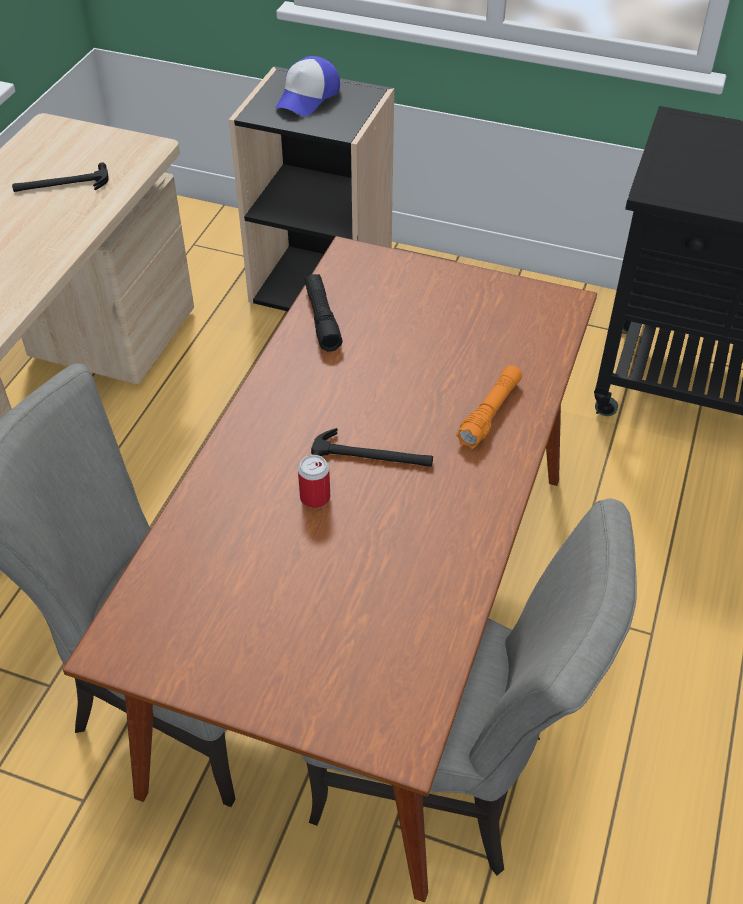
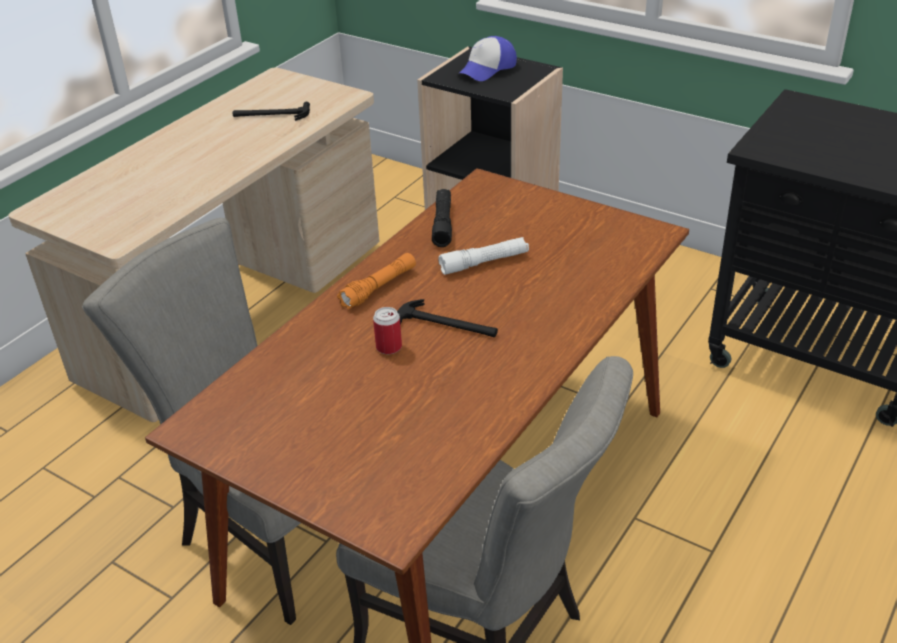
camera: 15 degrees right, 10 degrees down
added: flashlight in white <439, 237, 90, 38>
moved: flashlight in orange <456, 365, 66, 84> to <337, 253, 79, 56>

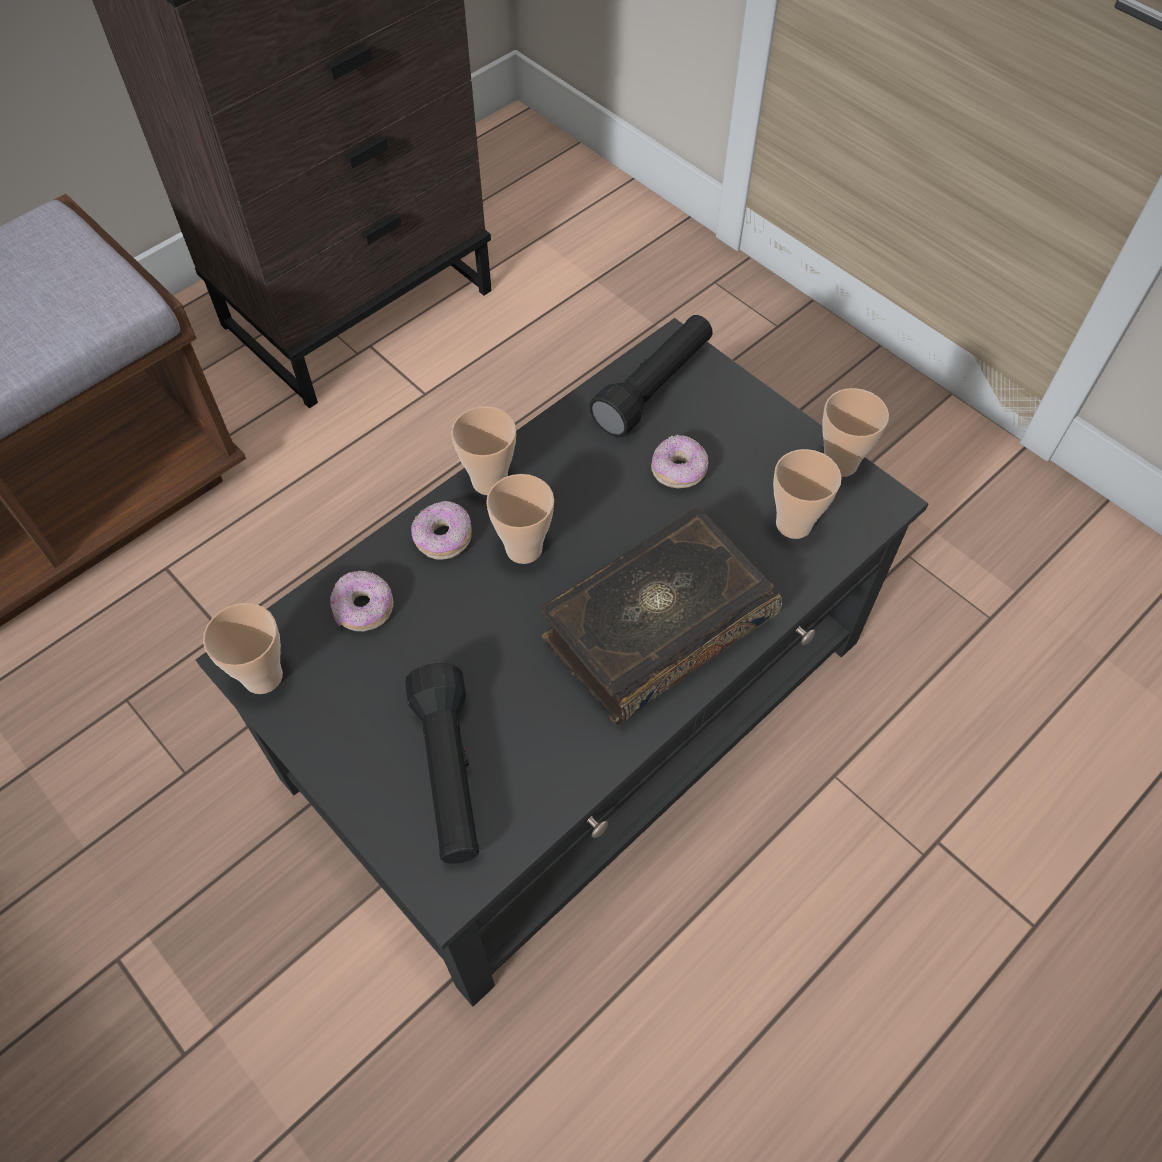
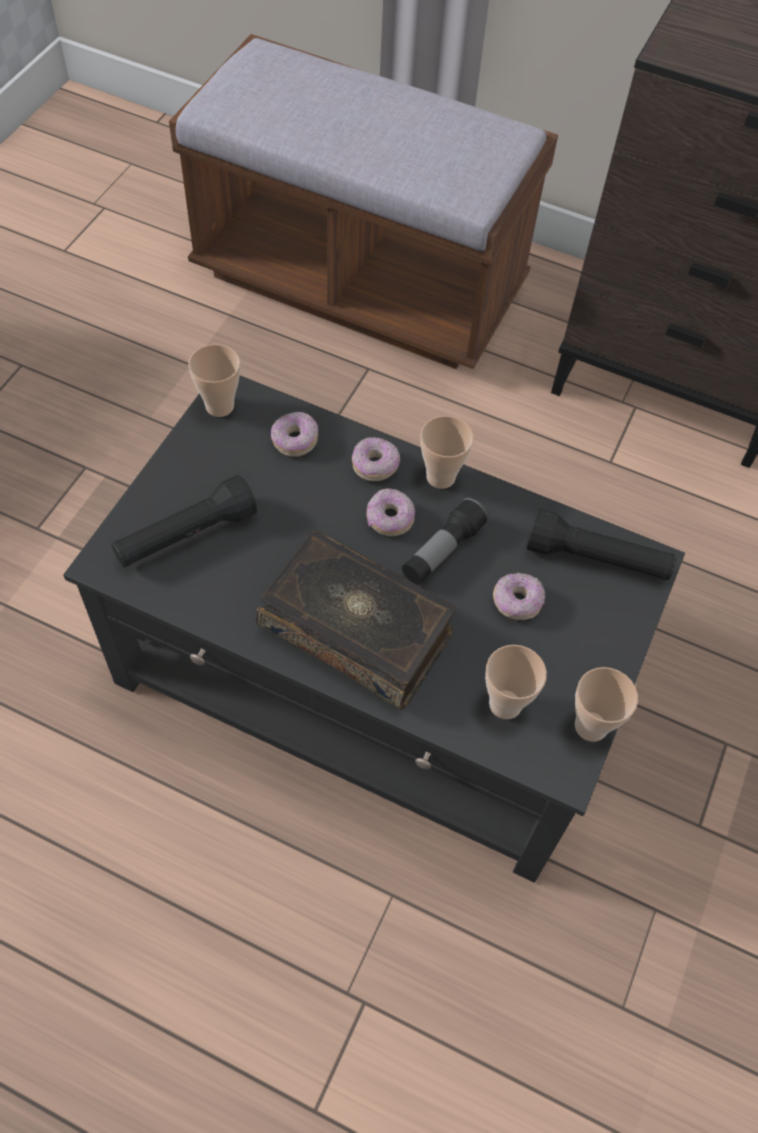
camera: 65 degrees right, 0 degrees up
added: flashlight <402, 497, 87, 88>
replaced: cup <486, 474, 68, 90> to donut <366, 488, 49, 48>

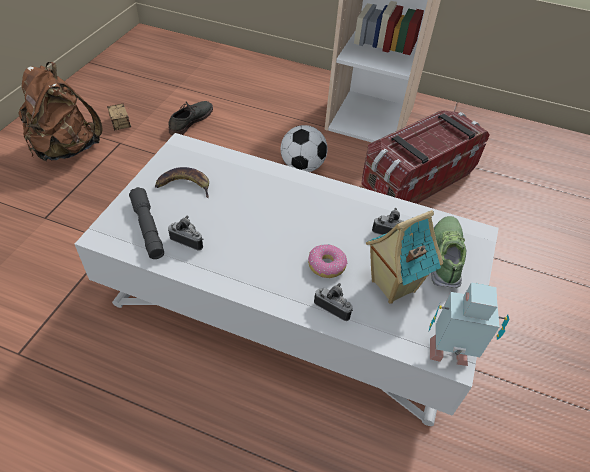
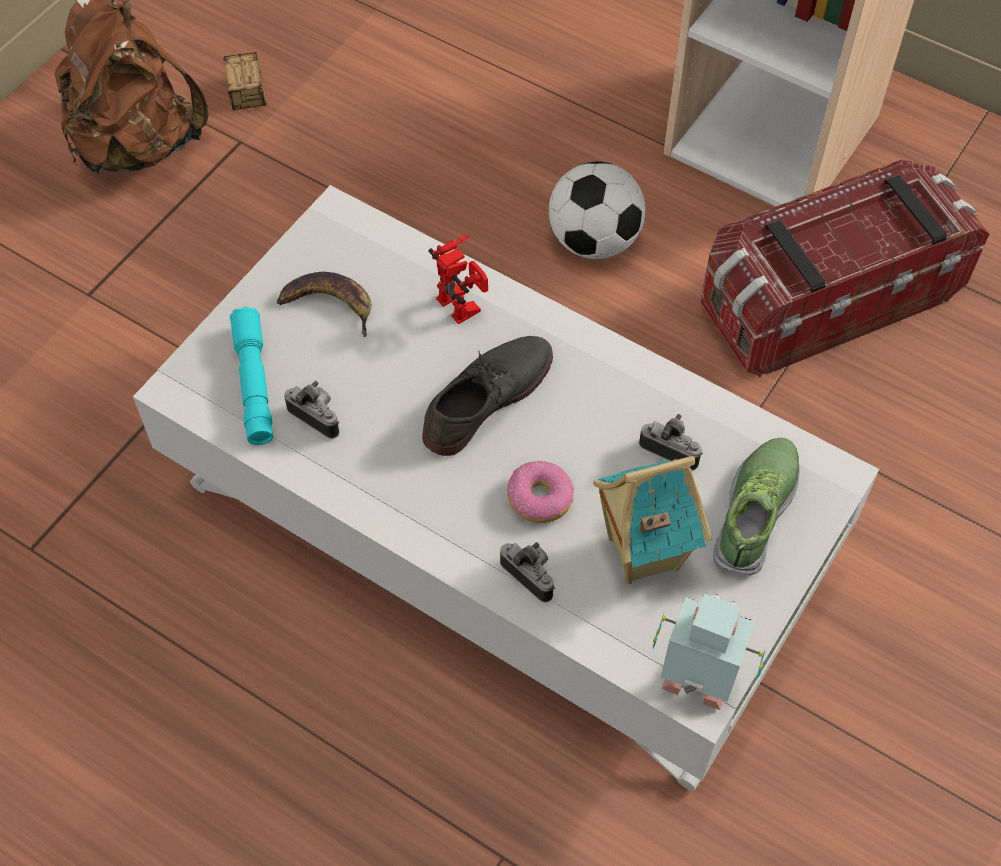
camera: 15 degrees right, 10 degrees up
added: toy robot <428, 235, 60, 89>
moved: shoe in grey <169, 101, 44, 34> to <422, 336, 131, 120>
recoloured: flashlight in grey <129, 187, 35, 72> to flashlight in turquoise <230, 307, 43, 138>

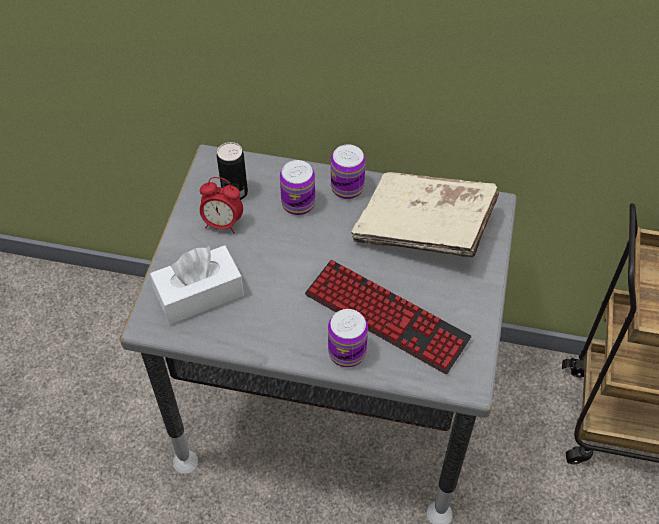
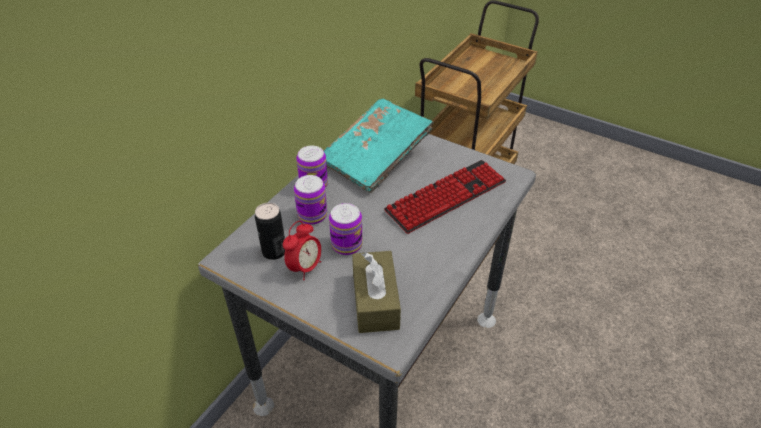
camera: 70 degrees left, 10 degrees down
moved: can <328, 309, 40, 58> to <329, 203, 34, 52>
recoloured: book in beige <352, 172, 147, 86> to book in turquoise <324, 99, 110, 94>; tissue box in white <150, 245, 94, 79> to tissue box in brown <352, 251, 49, 82>

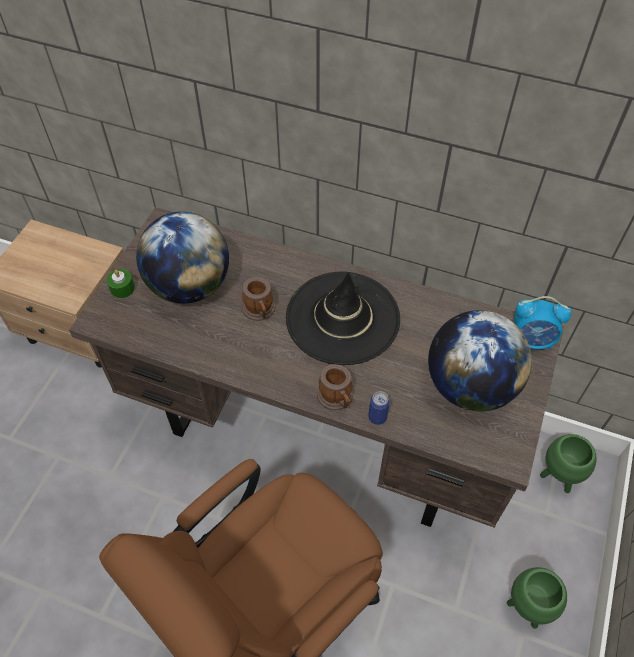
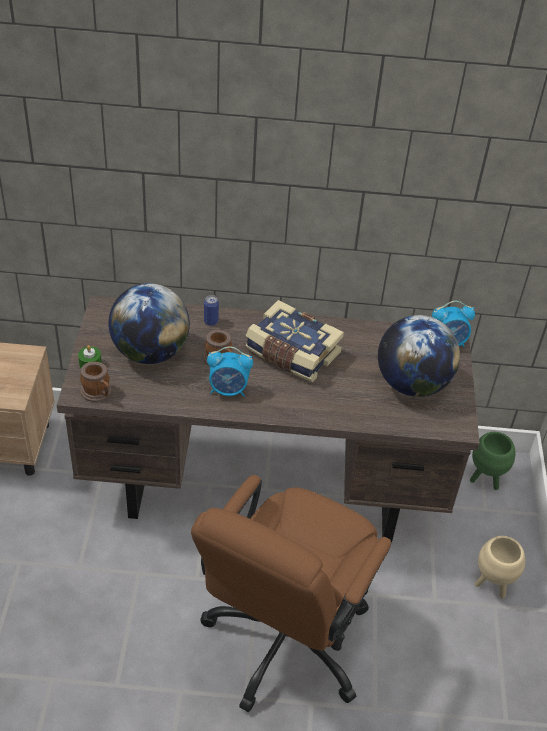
camera: 20 degrees left, 10 degrees down
added: alarm clock <207, 346, 46, 51>
moved: mug <317, 364, 36, 46> to <80, 362, 31, 40>; can <368, 391, 22, 34> to <204, 295, 15, 31>
replaced: hat in black <286, 271, 114, 94> to book <245, 300, 99, 83>
recoloured: planter in green <507, 567, 60, 62> to planter in beige <475, 536, 50, 63>

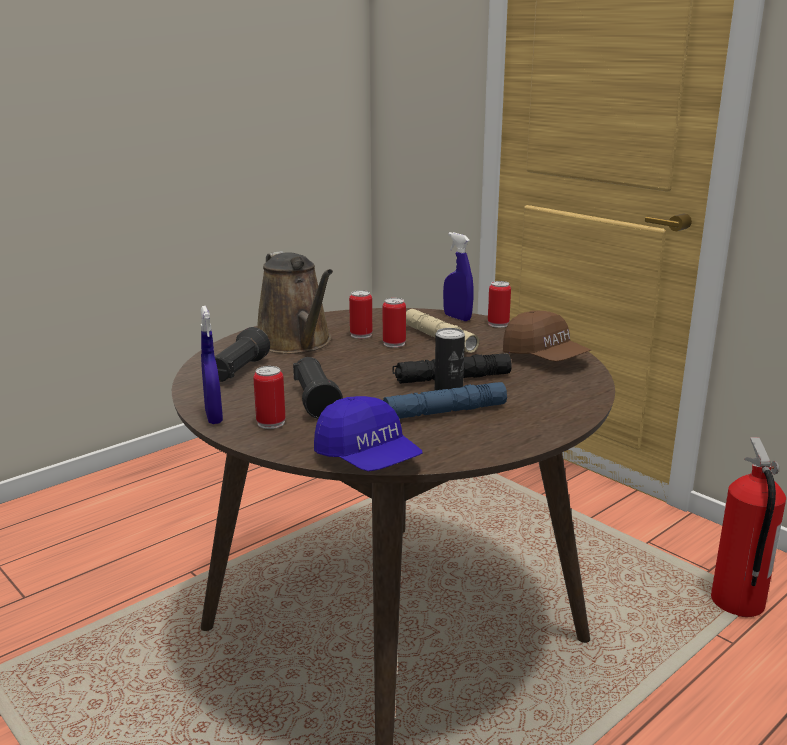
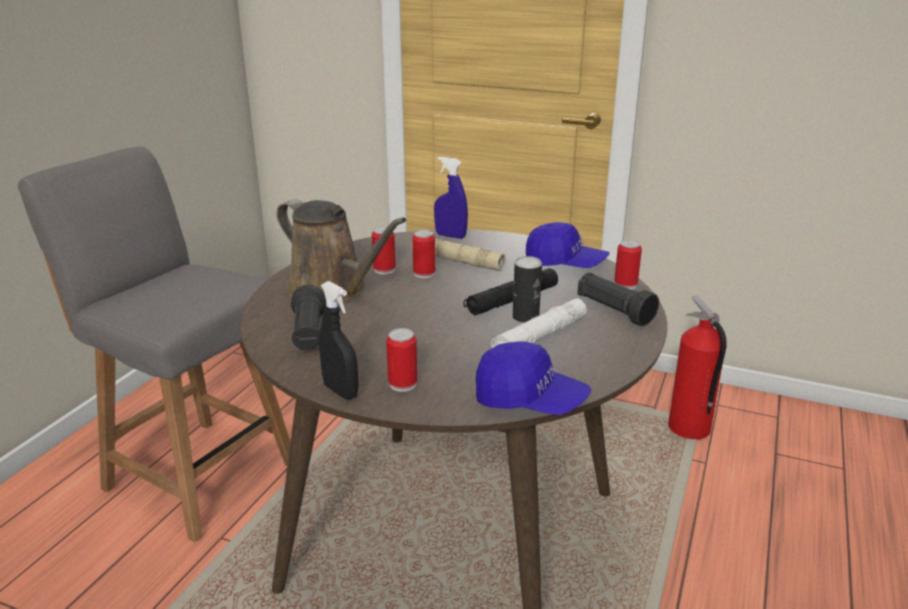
camera: 25 degrees left, 5 degrees up
added: chair in grey <18, 147, 273, 395>
moved: can <488, 281, 23, 47> to <614, 240, 28, 50>; flashlight in black <293, 357, 50, 62> to <577, 272, 82, 54>
recoloured: spray bottle in blue <201, 306, 22, 118> to spray bottle in black <319, 281, 39, 118>; cap in brown <503, 311, 88, 51> to cap in blue <526, 222, 83, 46>; flashlight in blue <382, 382, 125, 37> to flashlight in white <491, 299, 96, 49>

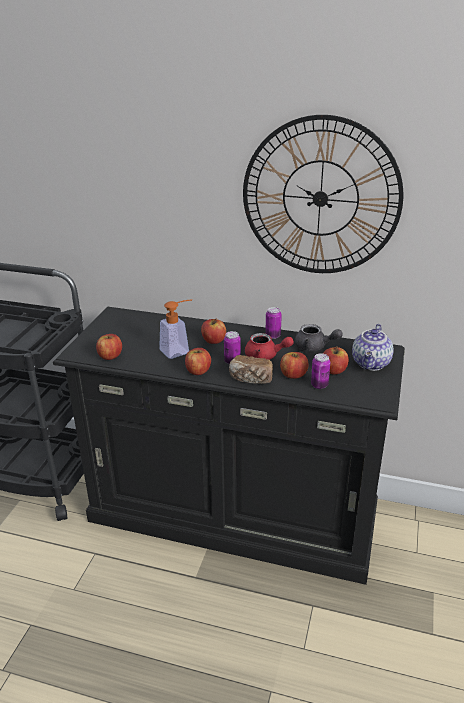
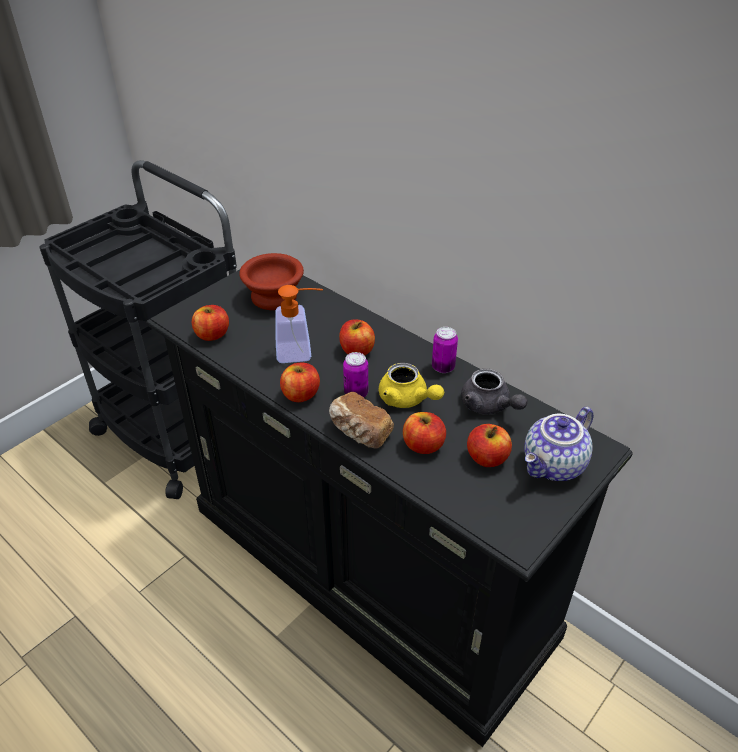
camera: 25 degrees right, 10 degrees up
removed: wall clock <243, 115, 160, 158>; can <311, 353, 19, 36>
added: bowl in brown <239, 253, 65, 57>
recoloured: teapot in red <245, 333, 49, 27> to teapot in yellow <379, 363, 65, 45>

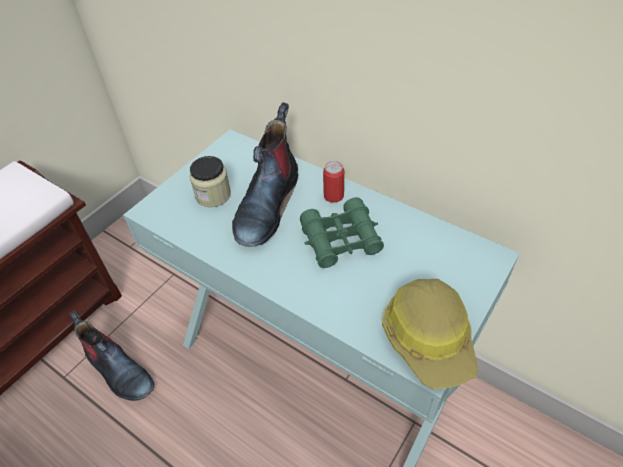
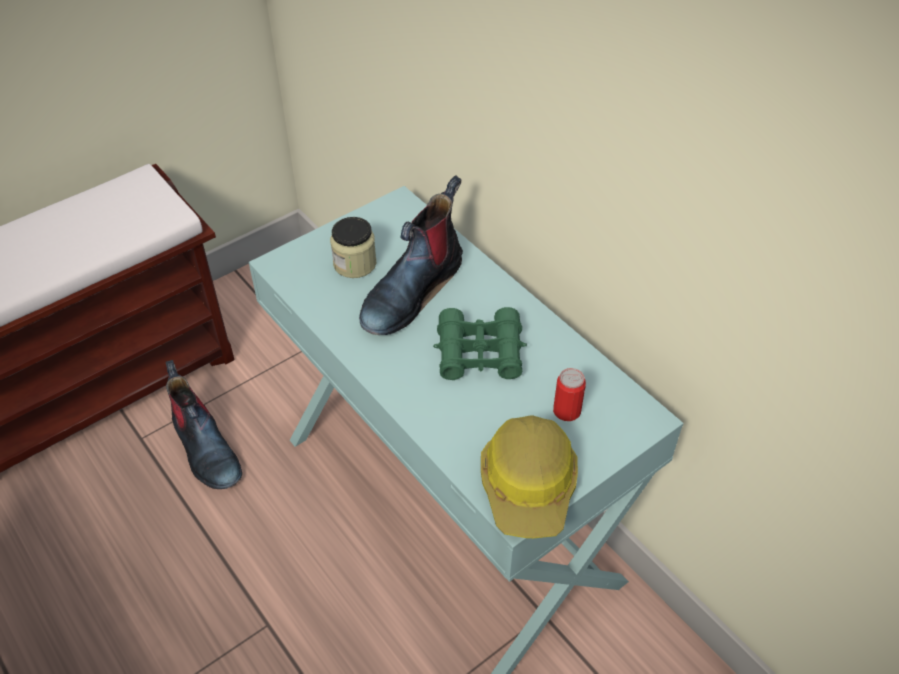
camera: 15 degrees right, 0 degrees up
moved: can <323, 161, 21, 42> to <553, 368, 33, 53>

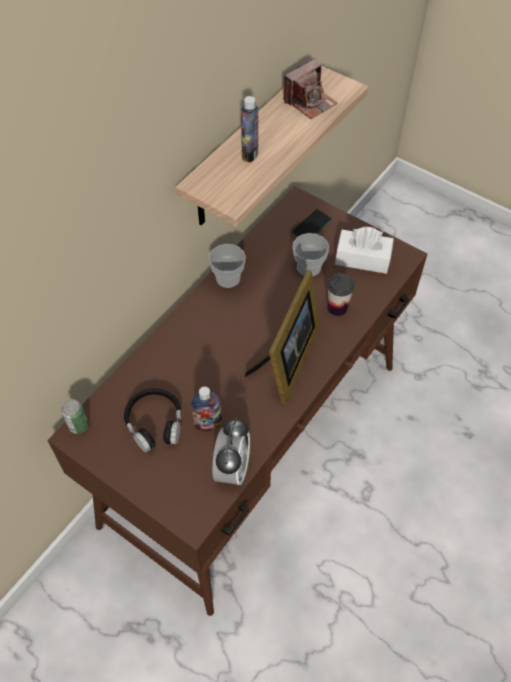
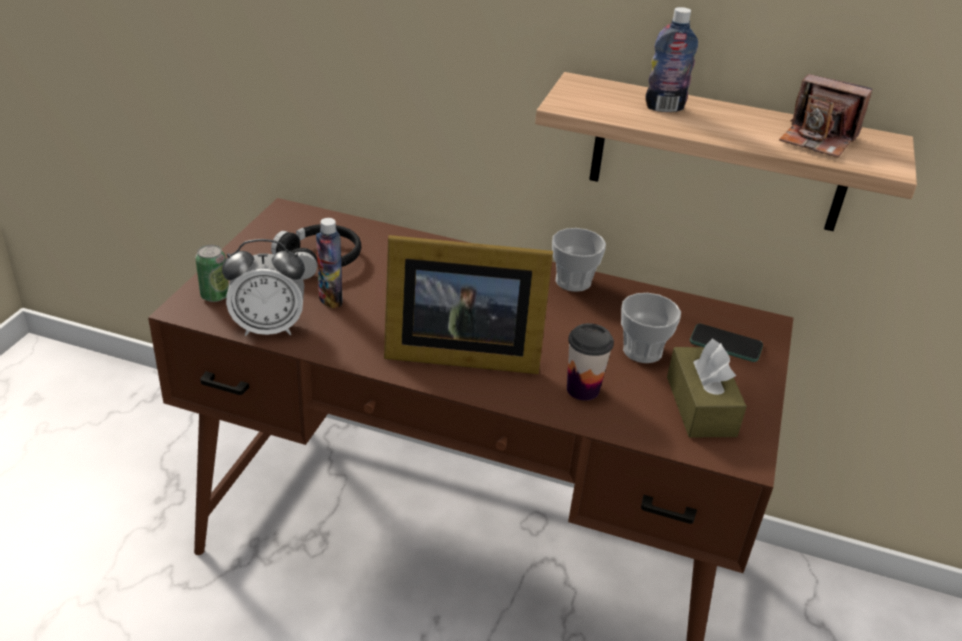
camera: 70 degrees right, 20 degrees down
moved: can <61, 399, 28, 35> to <195, 245, 34, 57>
recoloured: tissue box in white <335, 227, 59, 47> to tissue box in brown <667, 339, 80, 98>

